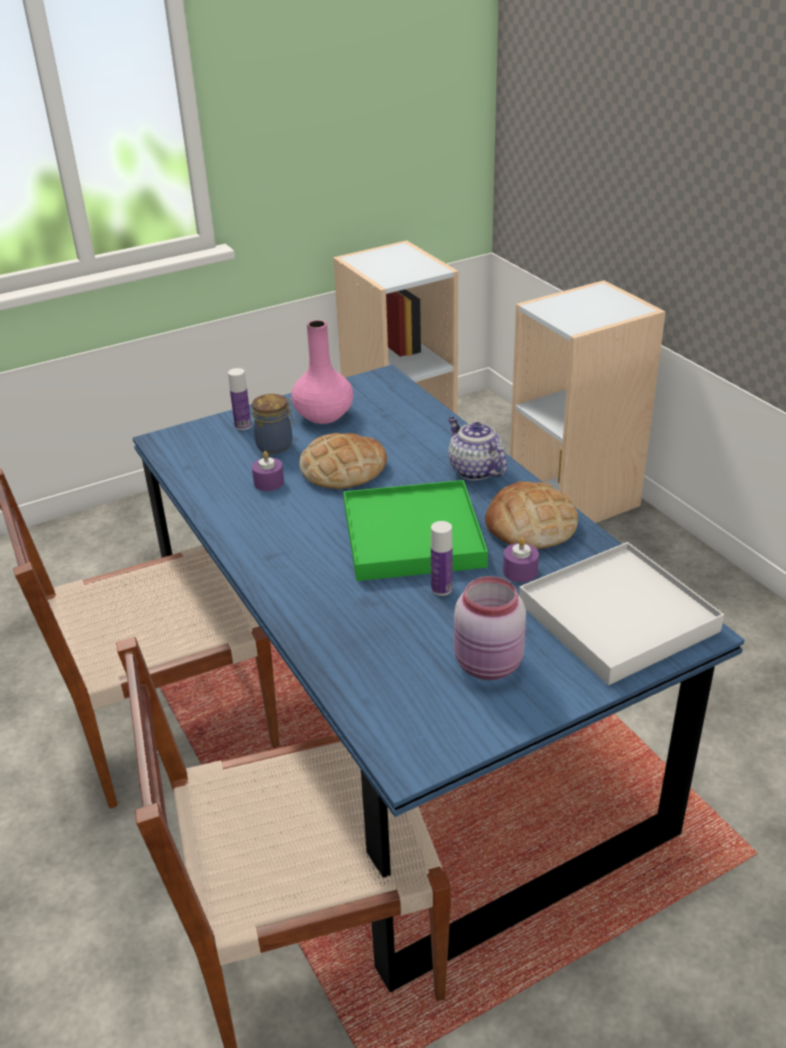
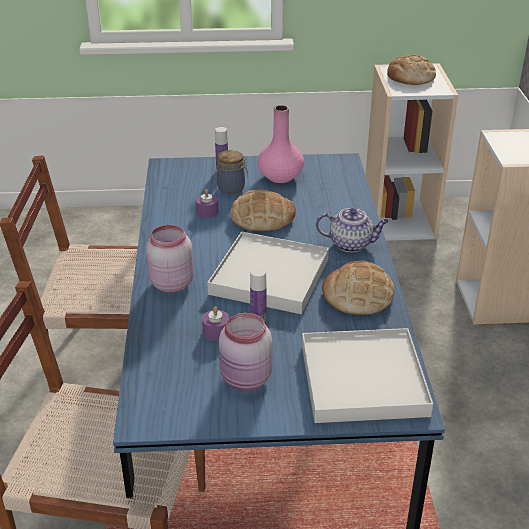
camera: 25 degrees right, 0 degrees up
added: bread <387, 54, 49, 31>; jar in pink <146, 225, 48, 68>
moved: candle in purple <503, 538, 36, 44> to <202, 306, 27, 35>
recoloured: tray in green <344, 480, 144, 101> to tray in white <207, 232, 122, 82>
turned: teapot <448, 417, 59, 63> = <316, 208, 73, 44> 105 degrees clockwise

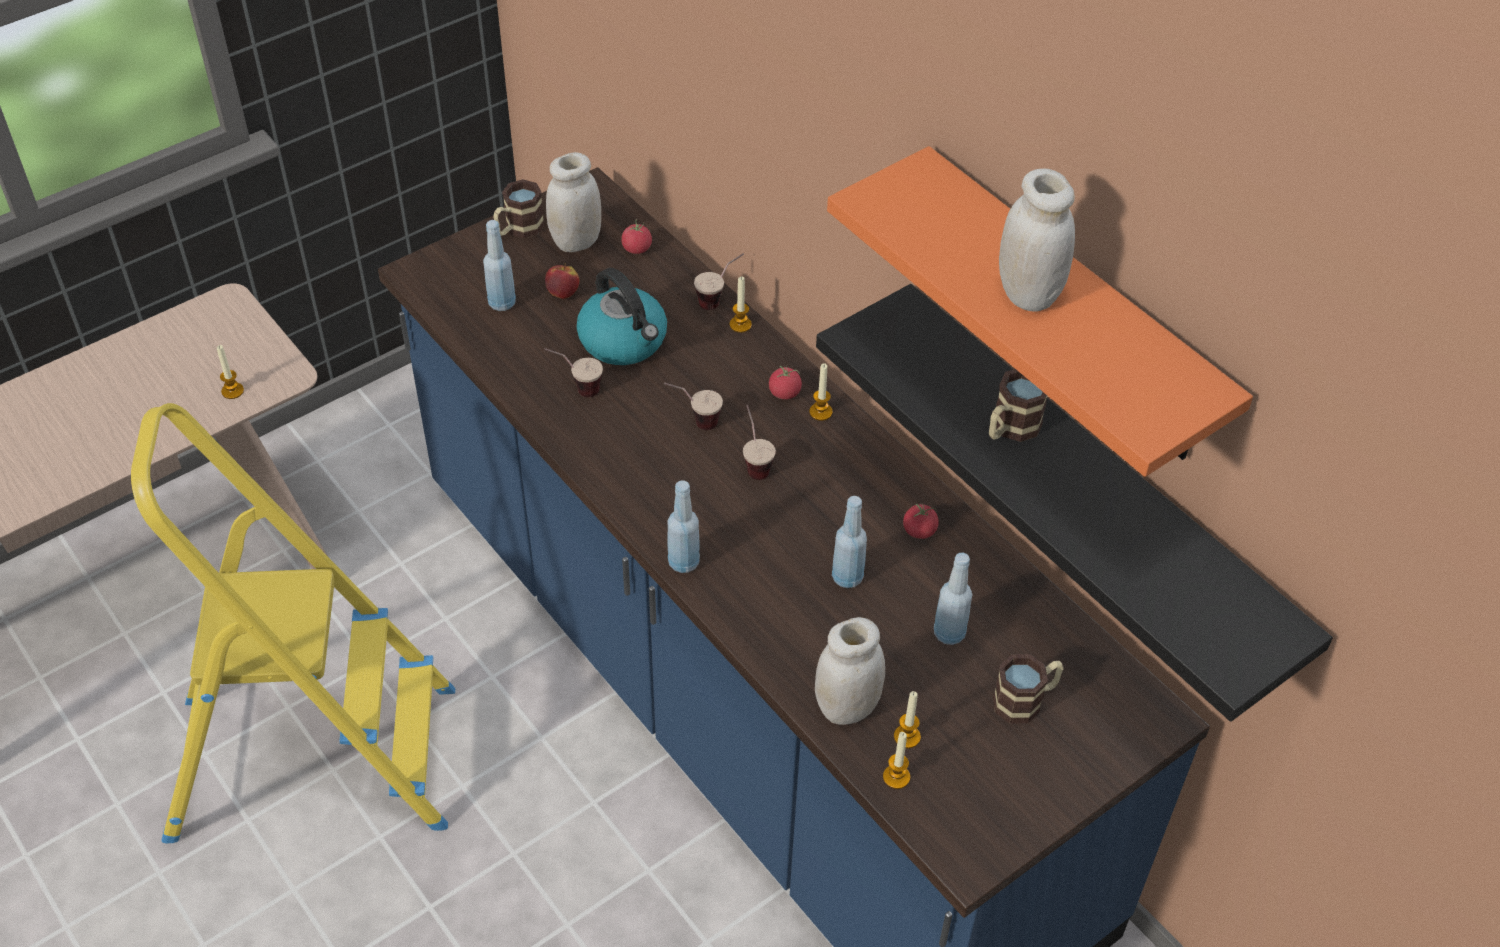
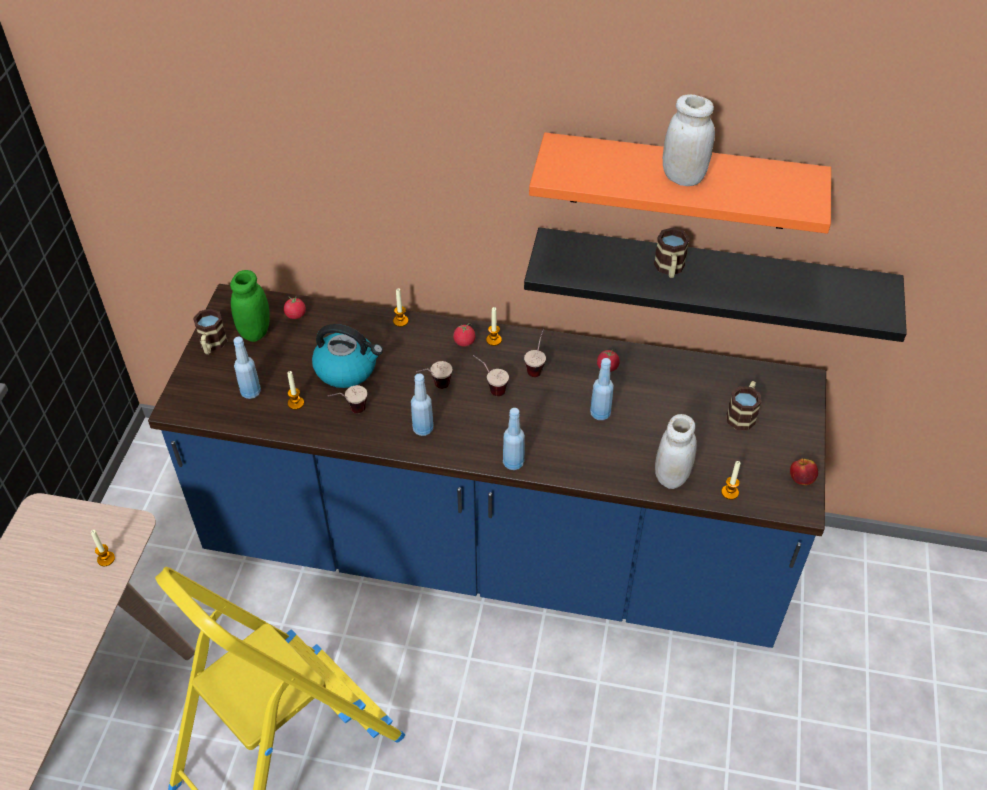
camera: 40 degrees left, 0 degrees up
moved: cup <694, 253, 50, 57> to <524, 328, 22, 49>; apple <545, 263, 34, 36> to <790, 458, 28, 27>; bottle in blue <934, 553, 38, 92> to <411, 373, 23, 63>; candle <894, 691, 27, 57> to <287, 371, 17, 39>
recoloured: jar in white <546, 152, 55, 100> to jar in green <230, 270, 40, 72>

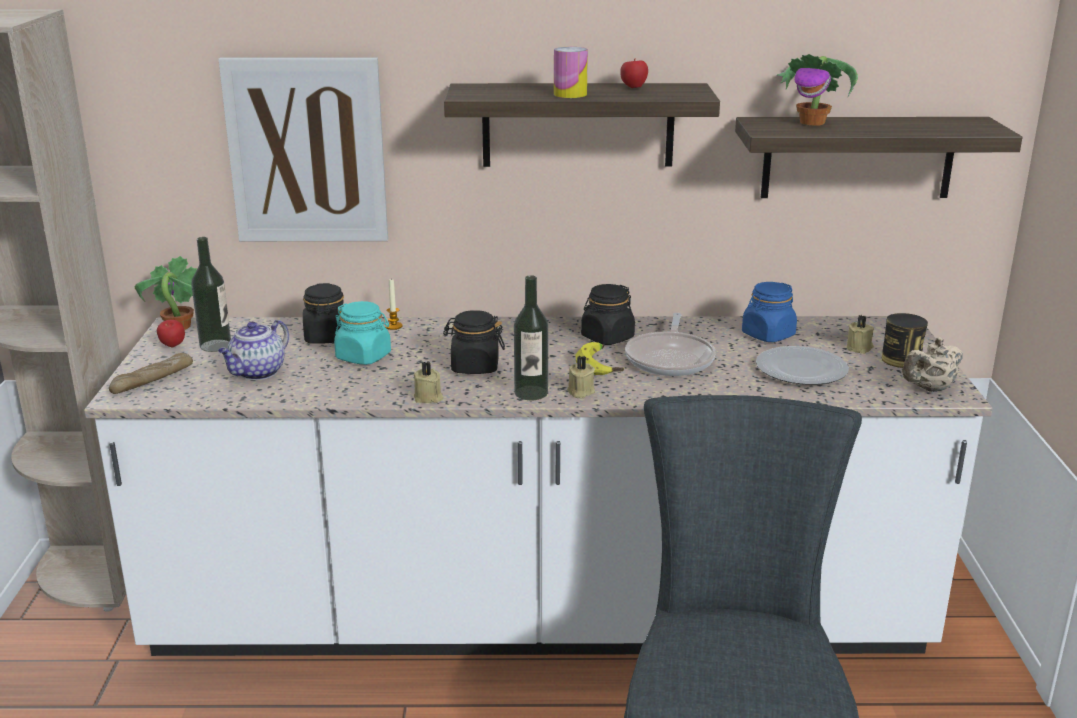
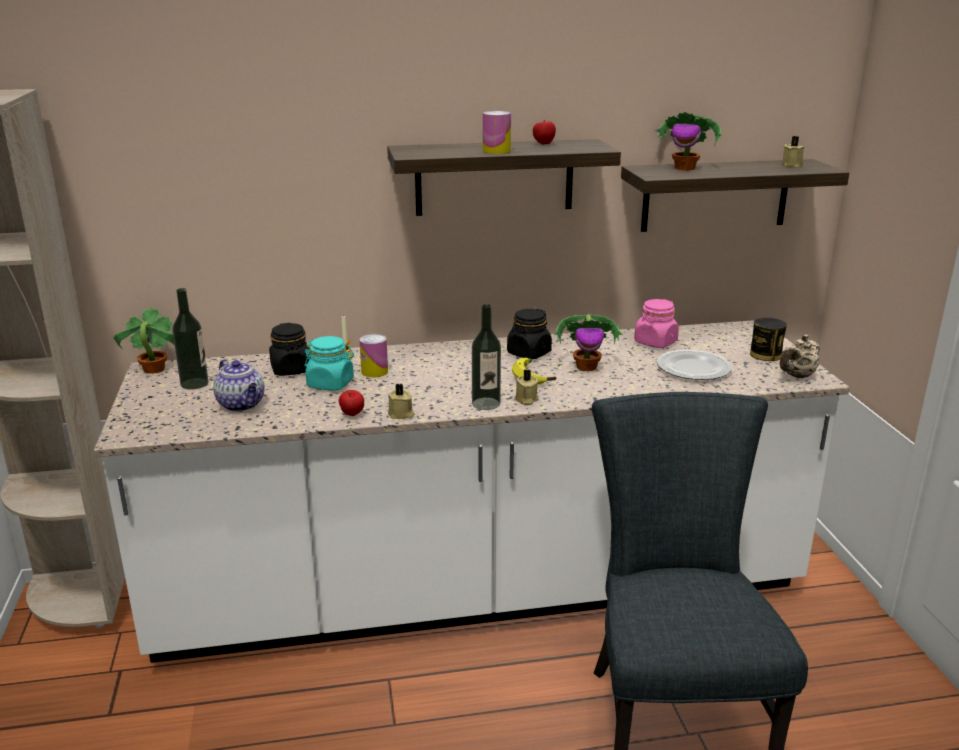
camera: 10 degrees left, 0 degrees up
removed: picture <219, 57, 169, 184>; jar in black <443, 310, 62, 64>; bread <109, 353, 84, 41>
added: can <360, 334, 28, 43>
moved: candle in beige <847, 315, 27, 39> to <782, 136, 22, 32>; apple <157, 320, 28, 27> to <339, 390, 25, 26>
replaced: frying pan <625, 313, 91, 63> to potted plant <554, 314, 69, 57>
recoloured: jar in blue <742, 282, 55, 60> to jar in pink <634, 299, 45, 49>
turned: teapot <218, 320, 71, 60> = <213, 359, 52, 53> 60 degrees counterclockwise

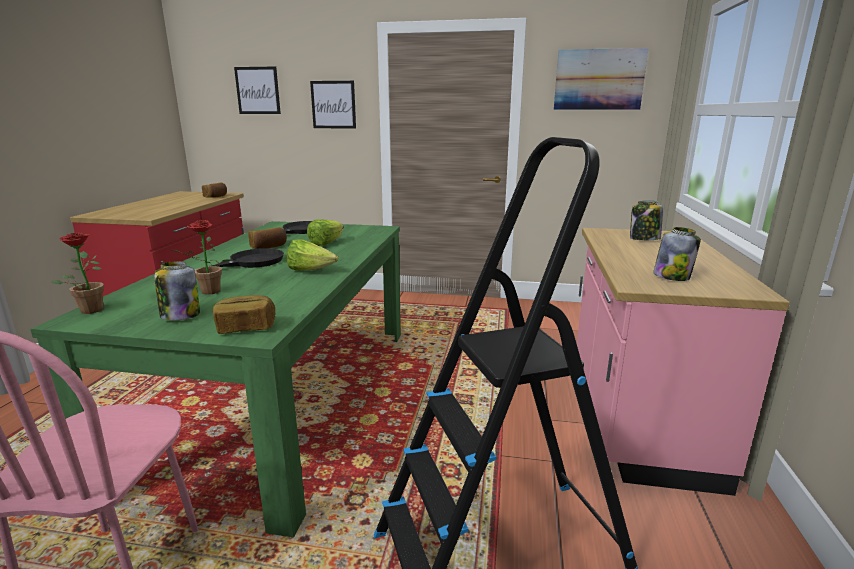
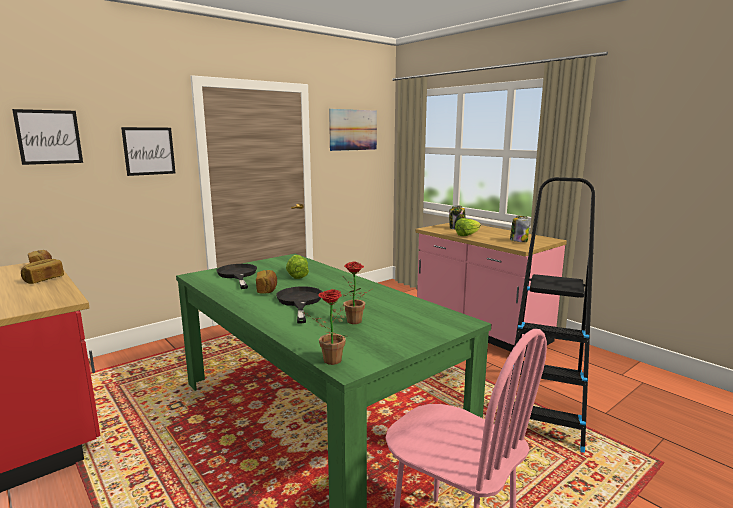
camera: 50 degrees left, 5 degrees down
removed: jar <154, 261, 46, 59>
moved: lettuce <287, 239, 51, 32> to <455, 218, 26, 18>; bread <213, 295, 62, 39> to <21, 259, 43, 25>

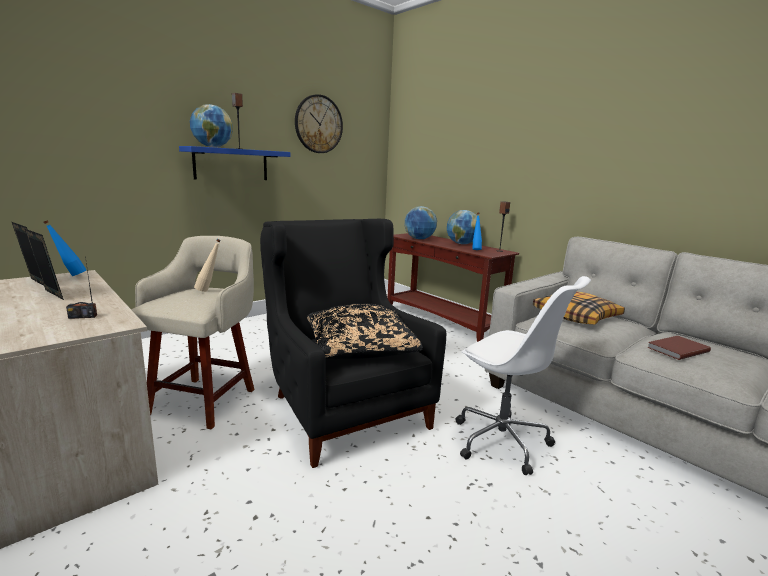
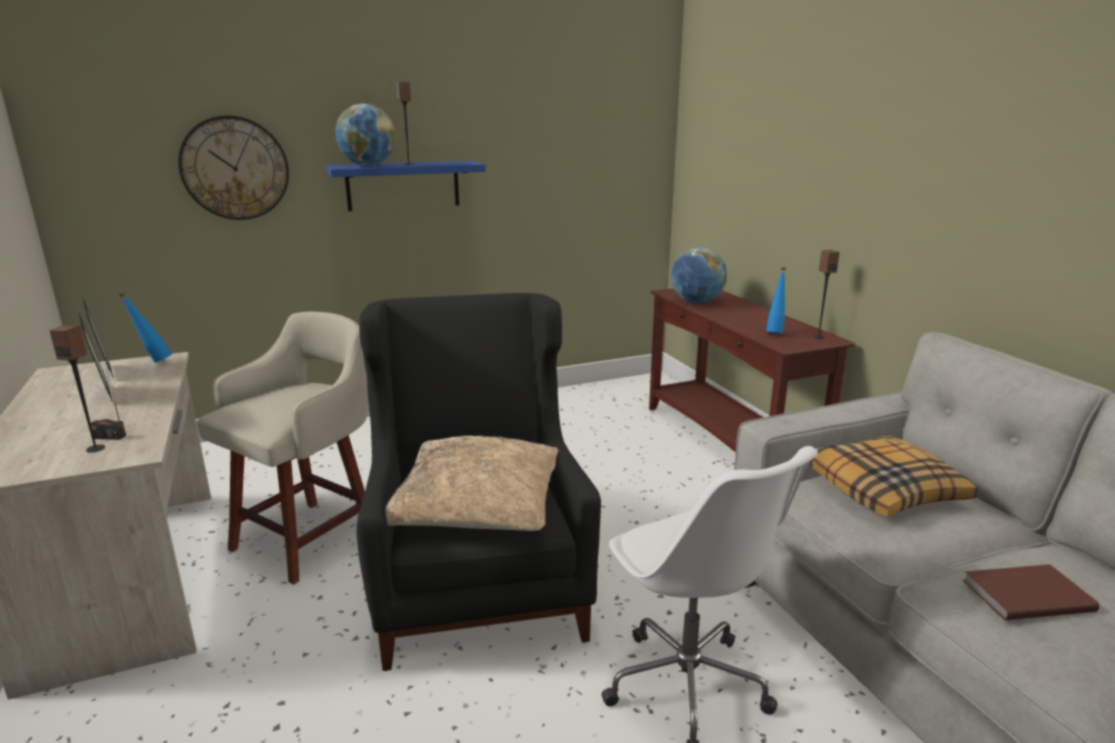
camera: 20 degrees right, 5 degrees up
removed: globe <447, 210, 34, 34>; bottle in beige <194, 239, 27, 53>
added: speaker <49, 325, 56, 128>
moved: wall clock <295, 94, 48, 59> to <178, 115, 111, 105>
recoloured: pillow in black <307, 303, 116, 56> to pillow in beige <385, 435, 173, 96>

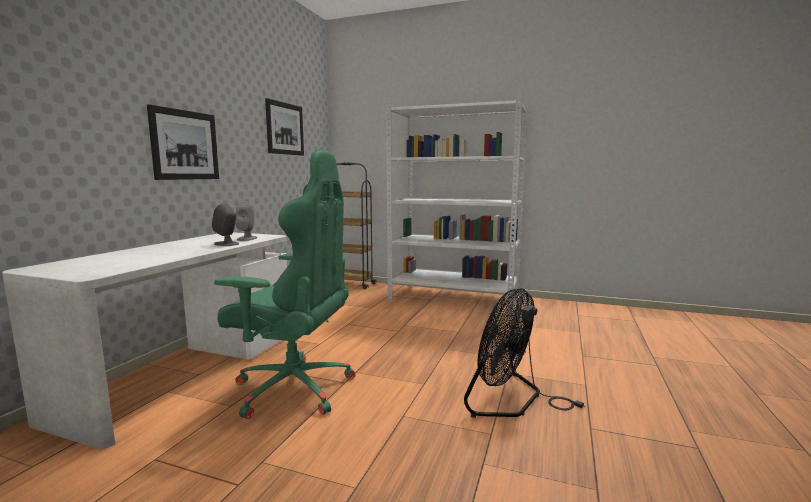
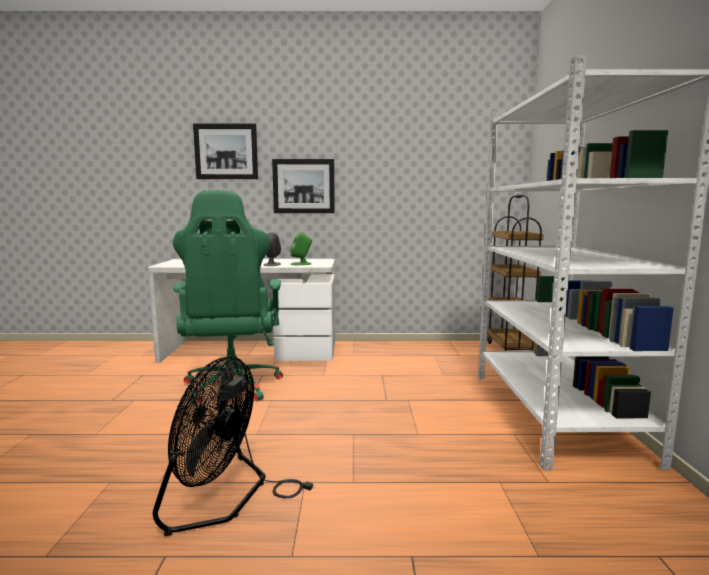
camera: 70 degrees right, 0 degrees up
moved: picture <265, 98, 39, 58> to <193, 124, 65, 55>
recoloured: speaker in grey <235, 201, 22, 40> to speaker in green <290, 232, 22, 33>
turned: fan in black <464, 288, 121, 130> = <153, 356, 162, 180> 90 degrees counterclockwise

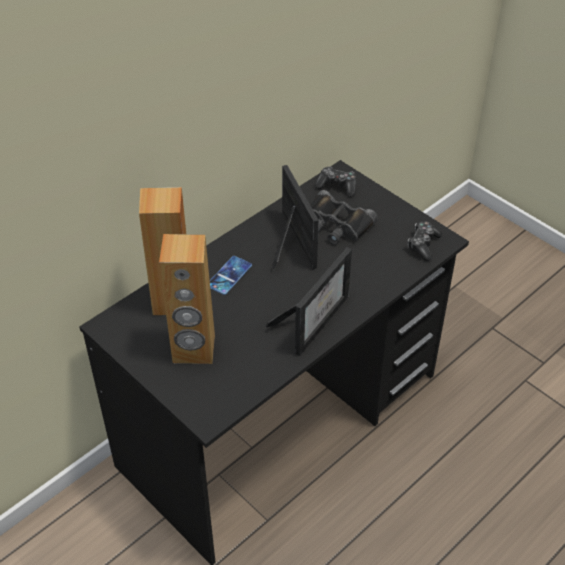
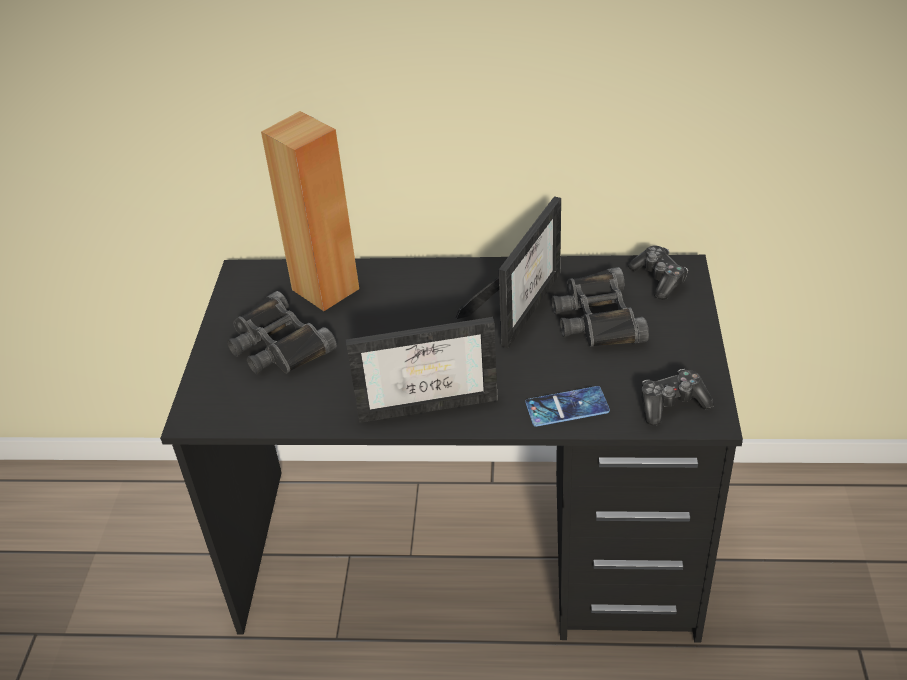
camera: 50 degrees right, 5 degrees down
moved: phone <210, 256, 42, 39> to <525, 386, 85, 41>
replaced: speaker in brown <159, 234, 56, 130> to binoculars in black <227, 291, 110, 83>

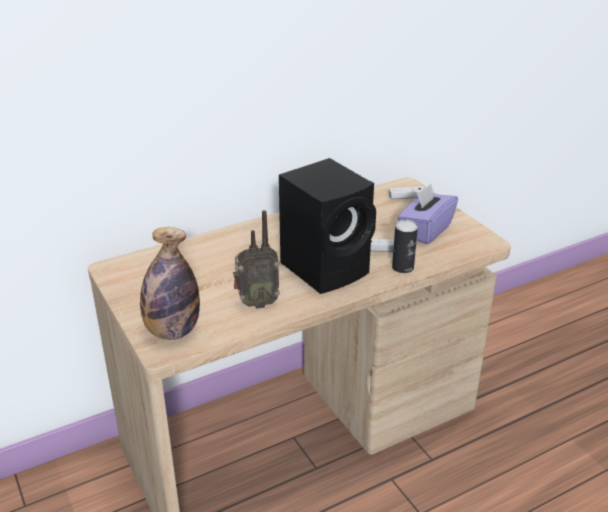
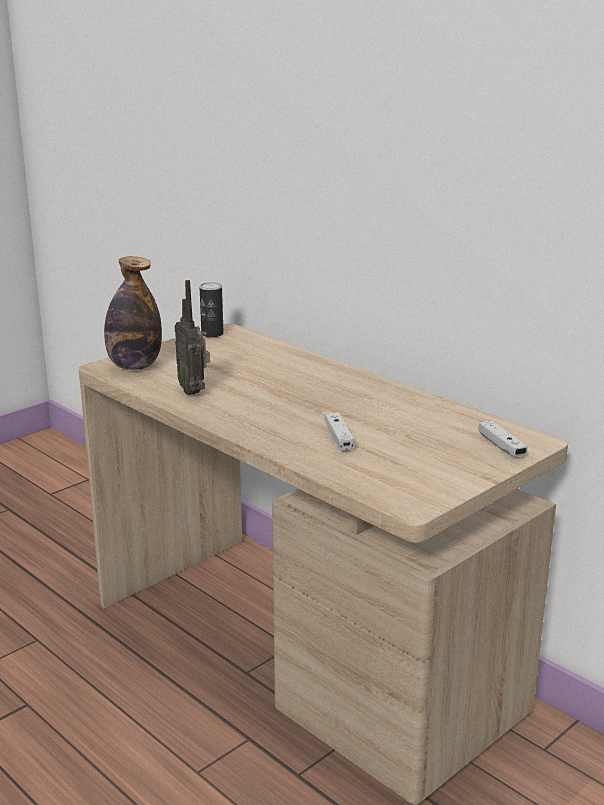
camera: 75 degrees right, 10 degrees down
removed: speaker in black <279, 158, 97, 136>; tissue box in purple <398, 184, 60, 60>
moved: can <392, 220, 26, 53> to <200, 282, 24, 56>

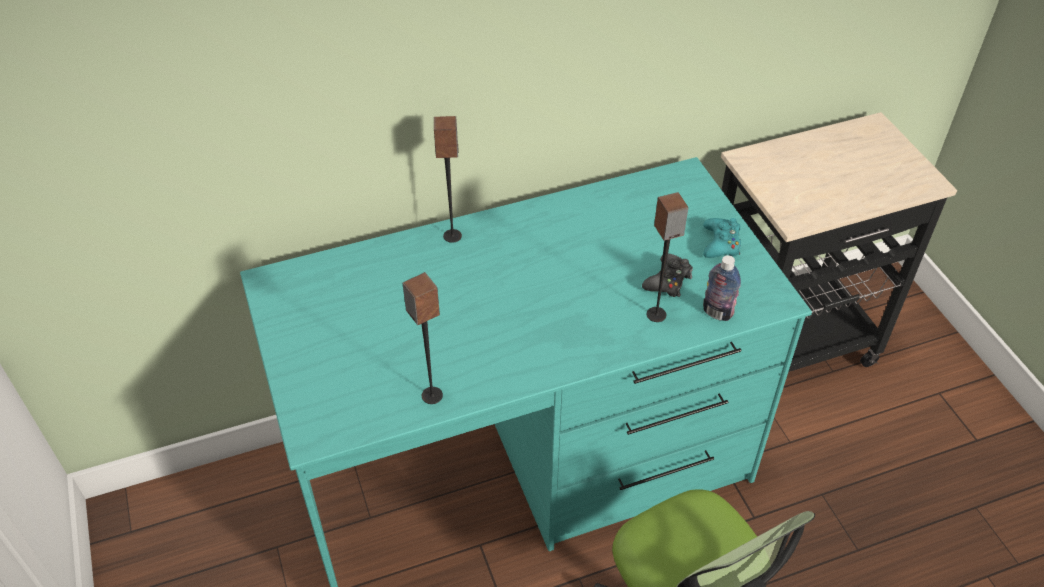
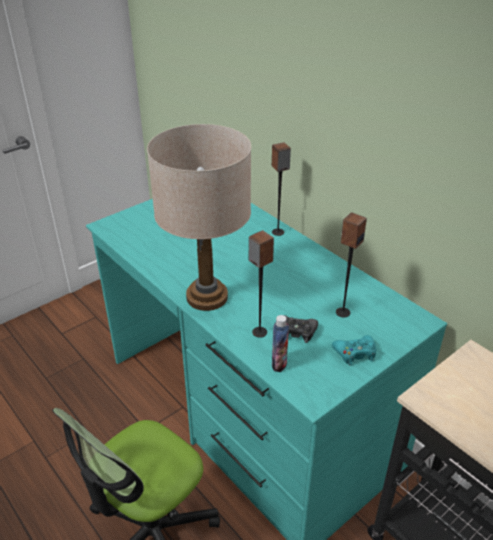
camera: 70 degrees right, 10 degrees down
added: table lamp in beige <147, 124, 104, 187>
moved: speaker <403, 272, 40, 132> to <336, 213, 31, 105>

